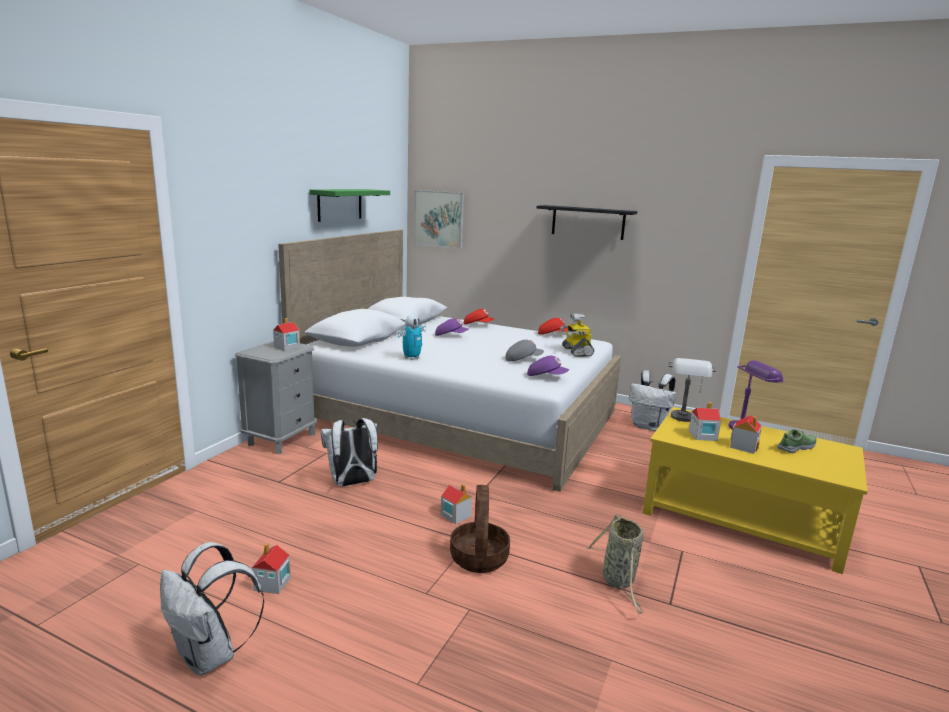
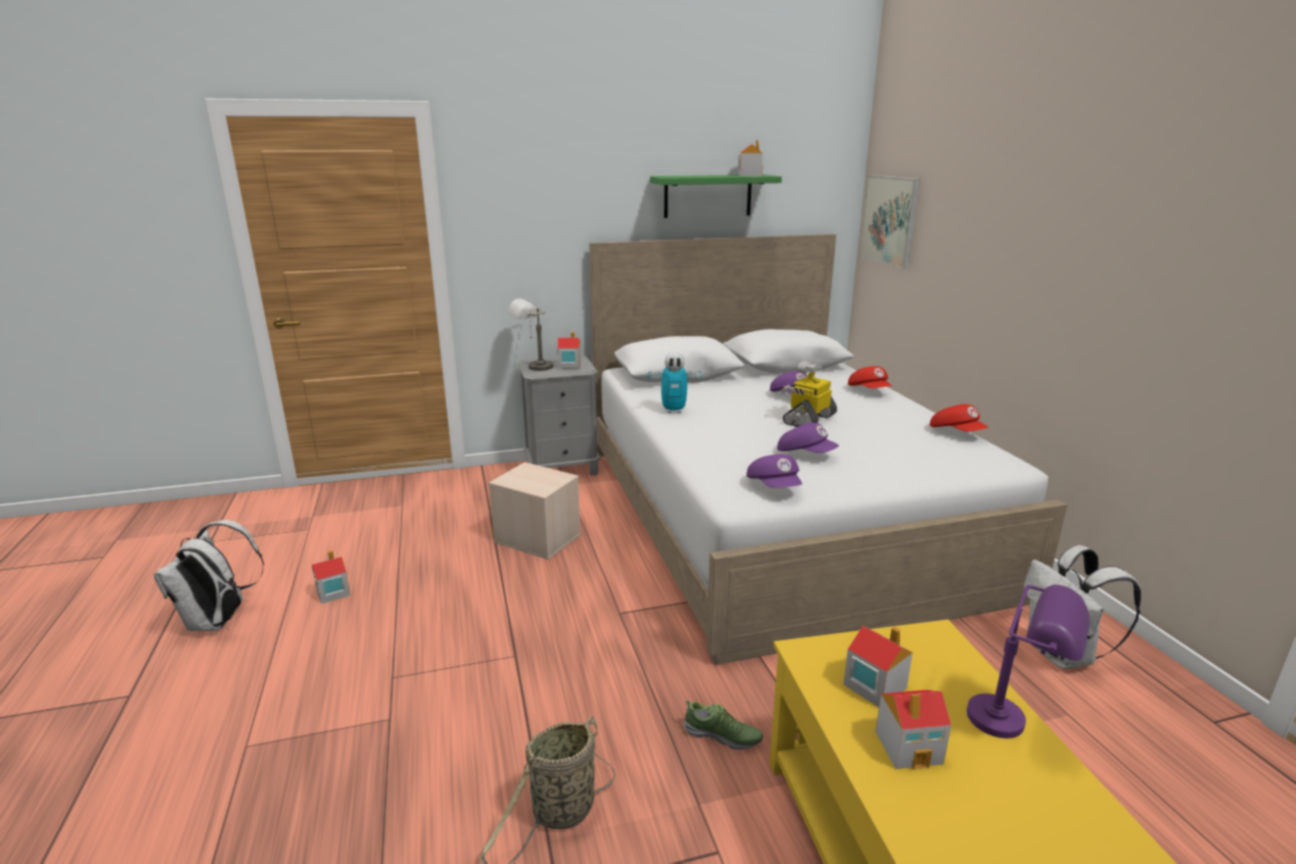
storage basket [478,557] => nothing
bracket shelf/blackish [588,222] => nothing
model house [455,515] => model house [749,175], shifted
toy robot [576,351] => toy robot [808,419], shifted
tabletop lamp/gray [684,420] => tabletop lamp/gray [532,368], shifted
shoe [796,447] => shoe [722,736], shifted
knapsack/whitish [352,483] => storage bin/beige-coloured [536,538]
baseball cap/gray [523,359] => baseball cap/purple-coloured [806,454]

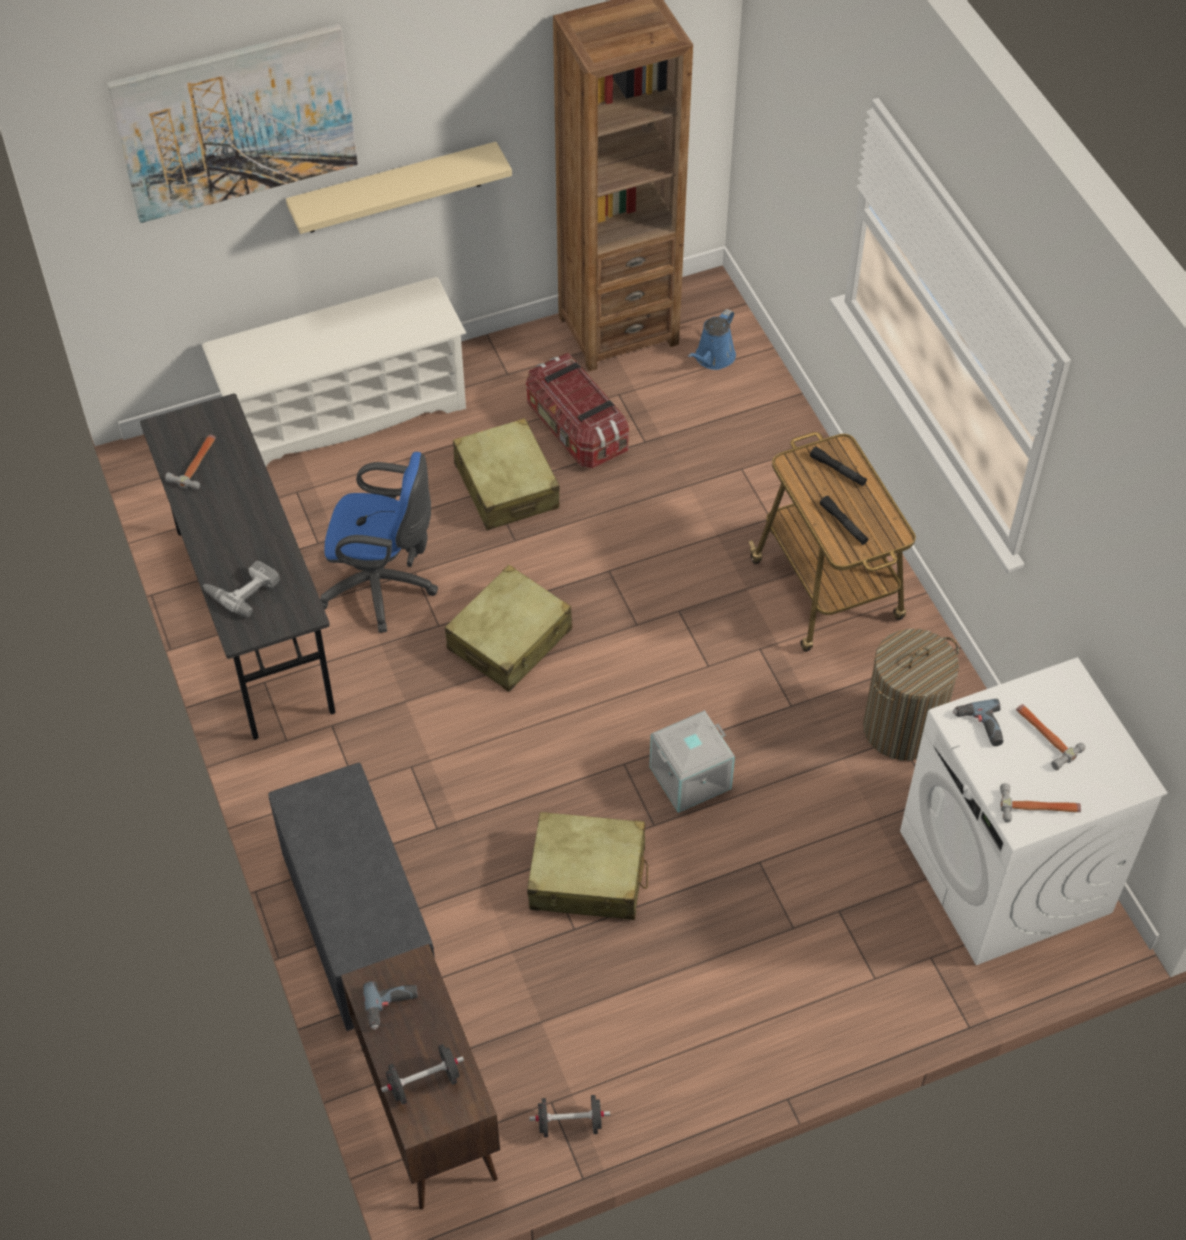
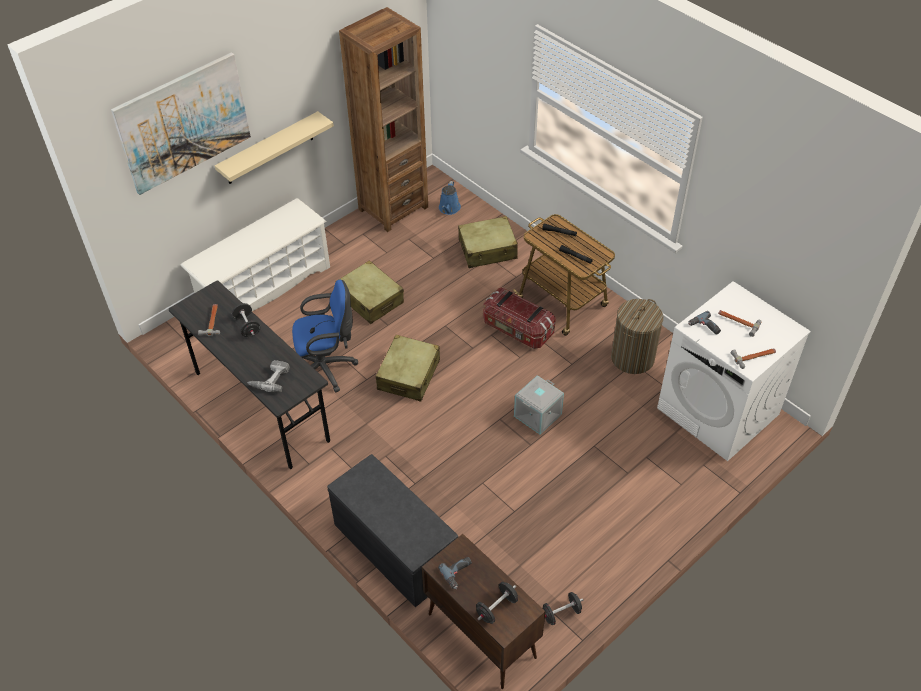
nothing => hand weight/blackish [247,326]
storage bin [576,429] => storage bin [517,329], shifted
piece of luggage/beige-coloured [588,877] => piece of luggage/beige-coloured [488,250], shifted

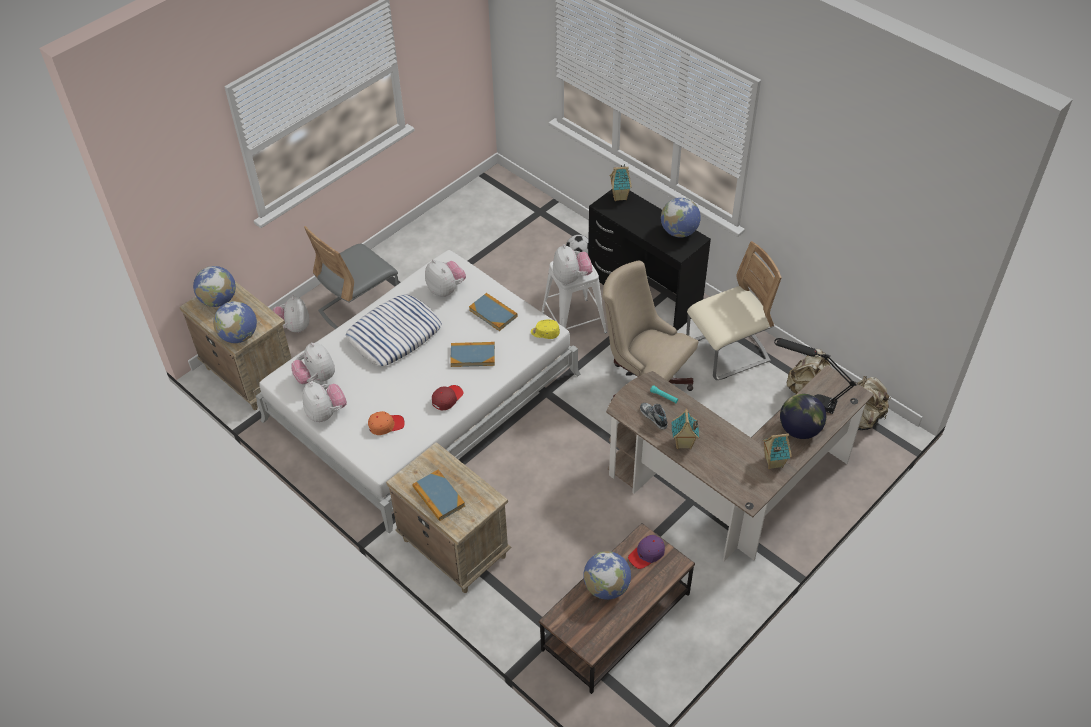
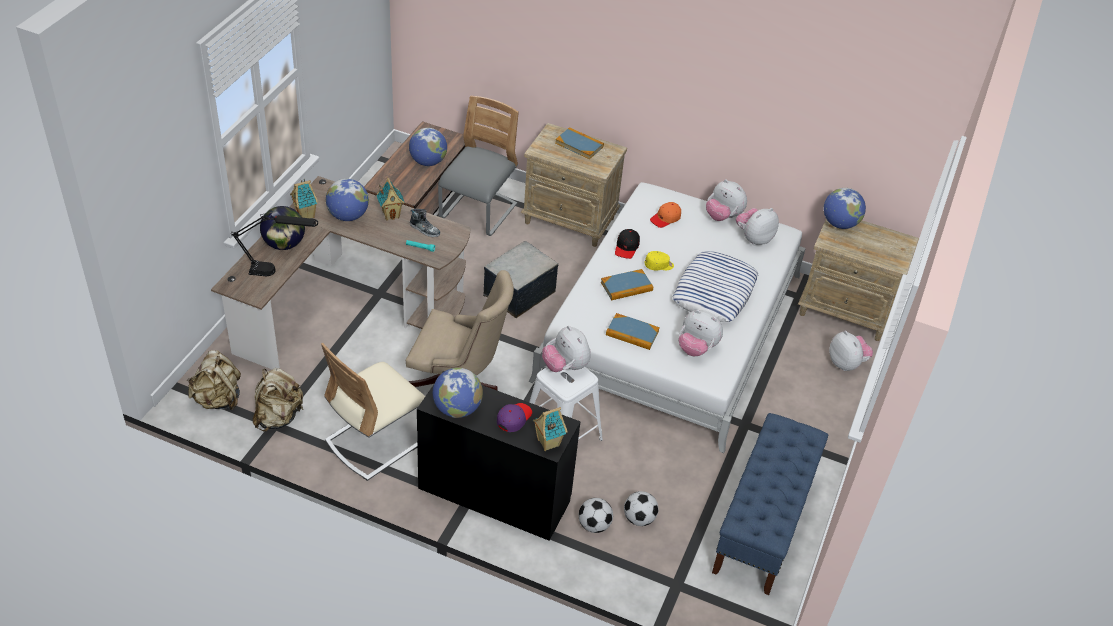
nothing => storage bin [519,293]
nothing => football [639,518]
nothing => long seat/bluish [763,524]
desk globe [219,300] => desk globe [348,216], shifted
upright chair/gray [360,310] => upright chair/gray [478,213], shifted
baseball cap/yellow [545,333] => baseball cap/yellow [659,265], shifted
baseball cap/purple-coloured [647,554] => baseball cap/purple-coloured [514,418], shifted
baseball cap/red-coloured [447,398] => baseball cap/blackish [626,247]
soft toy [316,378] => soft toy [754,238], 75 degrees counterclockwise

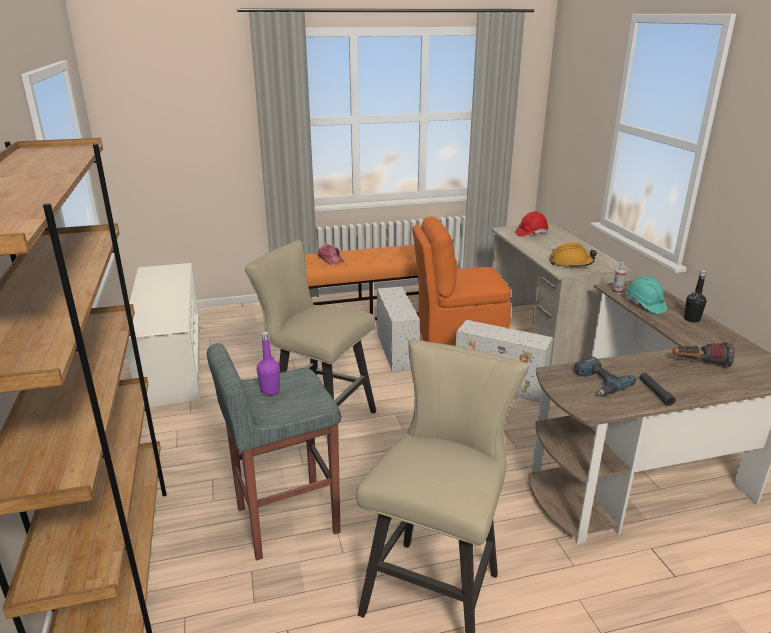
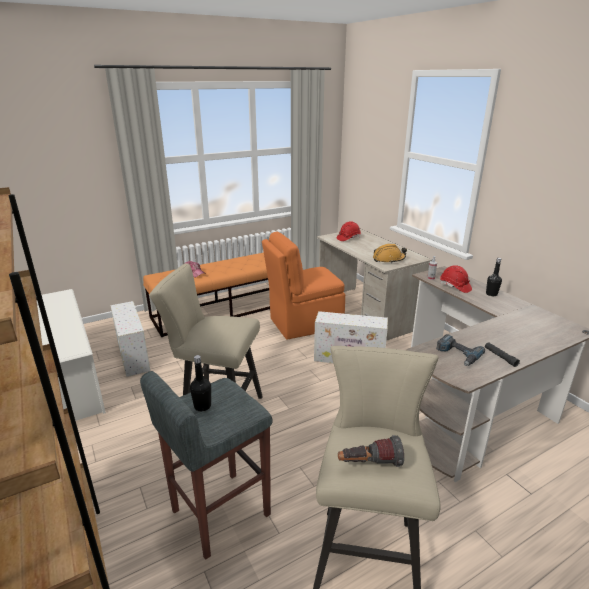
storage bin/whitish [396,349] => storage bin/whitish [133,355], shifted
torch [699,364] => torch [369,464], shifted
drink bottle/purple-coloured [270,391] => drink bottle/blackish [202,406]
work helmet/blue-green [644,305] => work helmet/red-coloured [454,286]

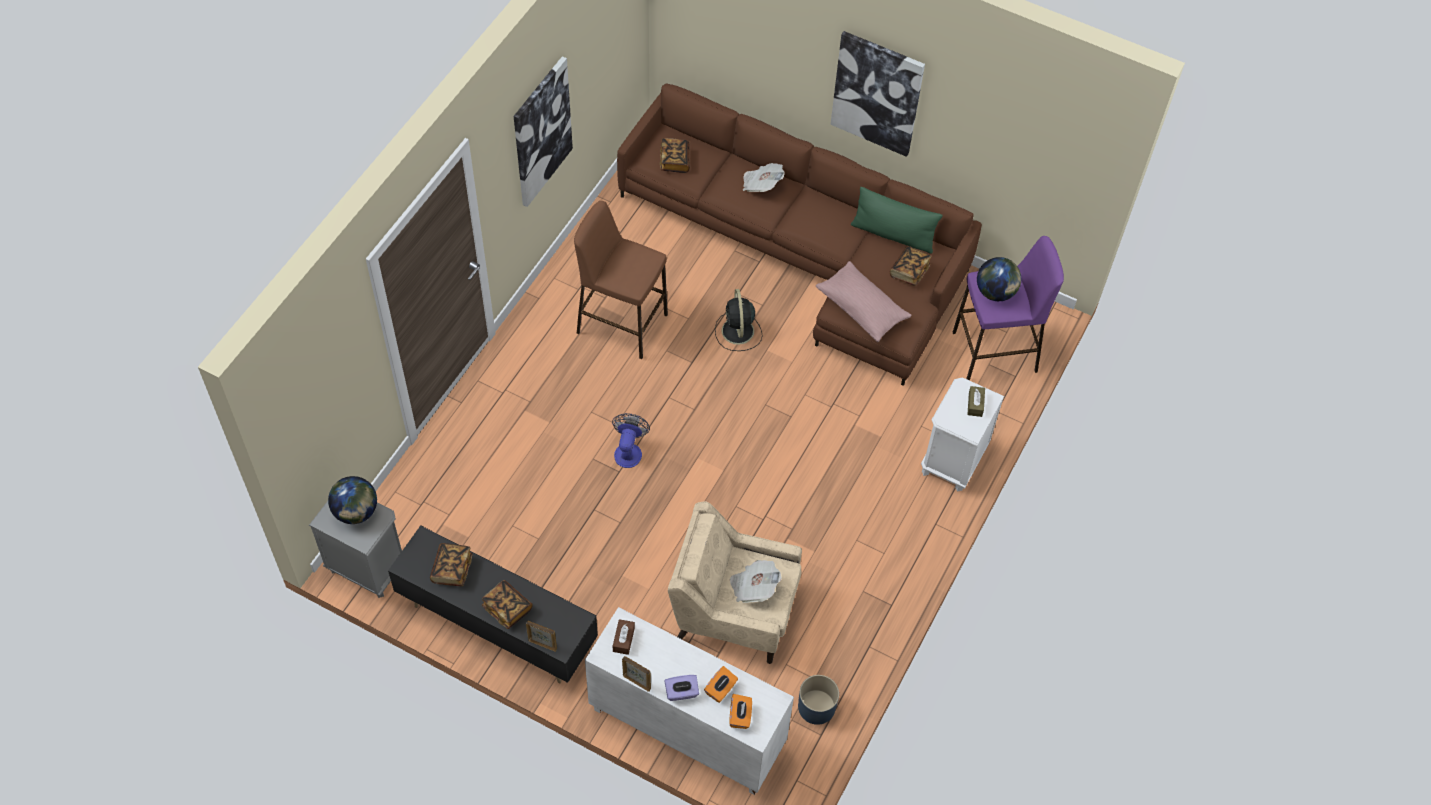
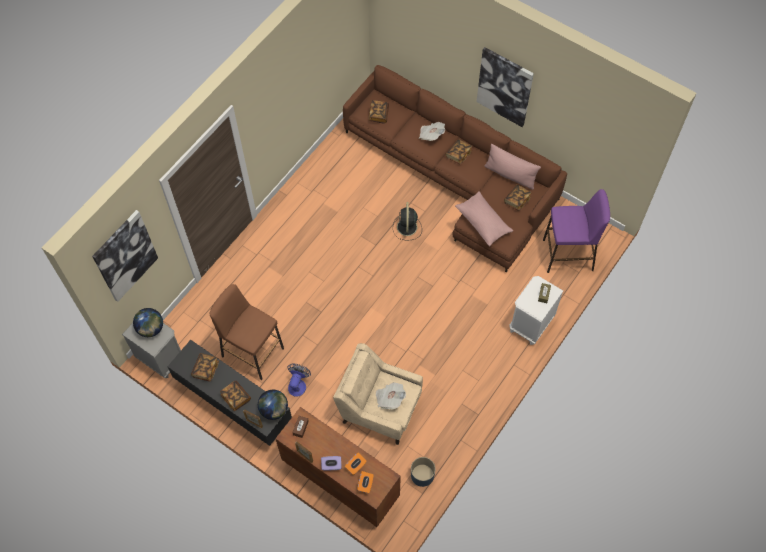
nothing => volume [458,155]
wall picture [541,131] => wall picture [125,256], shifted
stool seat/brownish [621,323] => stool seat/brownish [252,352], shifted
cooling fan [629,450] => cooling fan [298,384], shifted
desk globe [995,292] => desk globe [274,410], shifted
cupboard/whitish [685,729] => cupboard/brownish [339,481]
pillow/green-coloured [893,235] => pillow/pink-coloured [510,175]

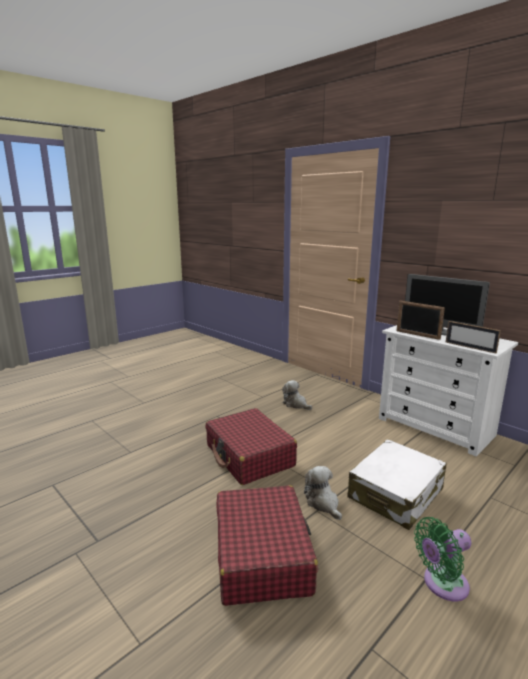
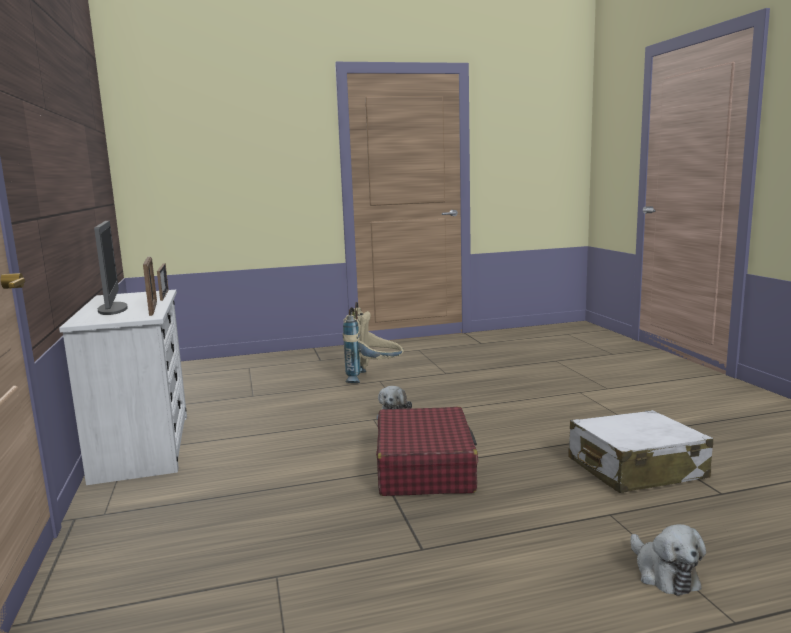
piece of luggage/red-coloured [262,554] => nothing
soft toy [296,404] => soft toy [663,573], shifted
piece of luggage/whitish [396,494] => piece of luggage/whitish [635,469], shifted
cooling fan/green-coloured [442,584] => knapsack/beige-coloured [374,378]

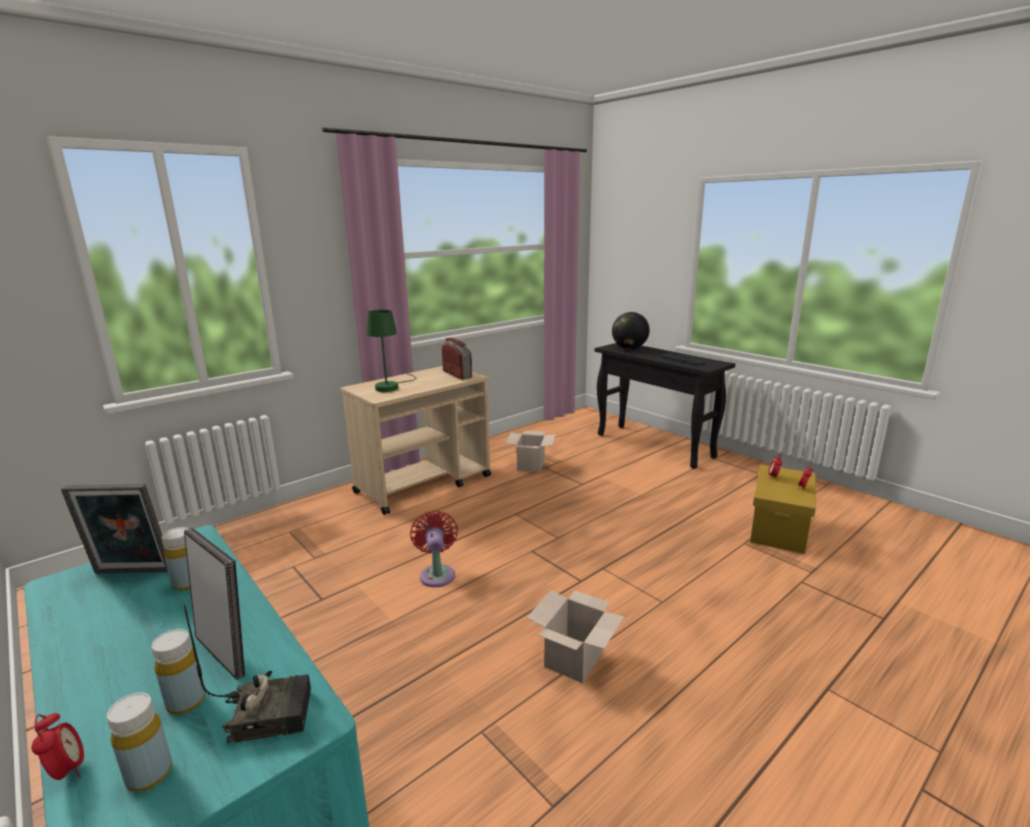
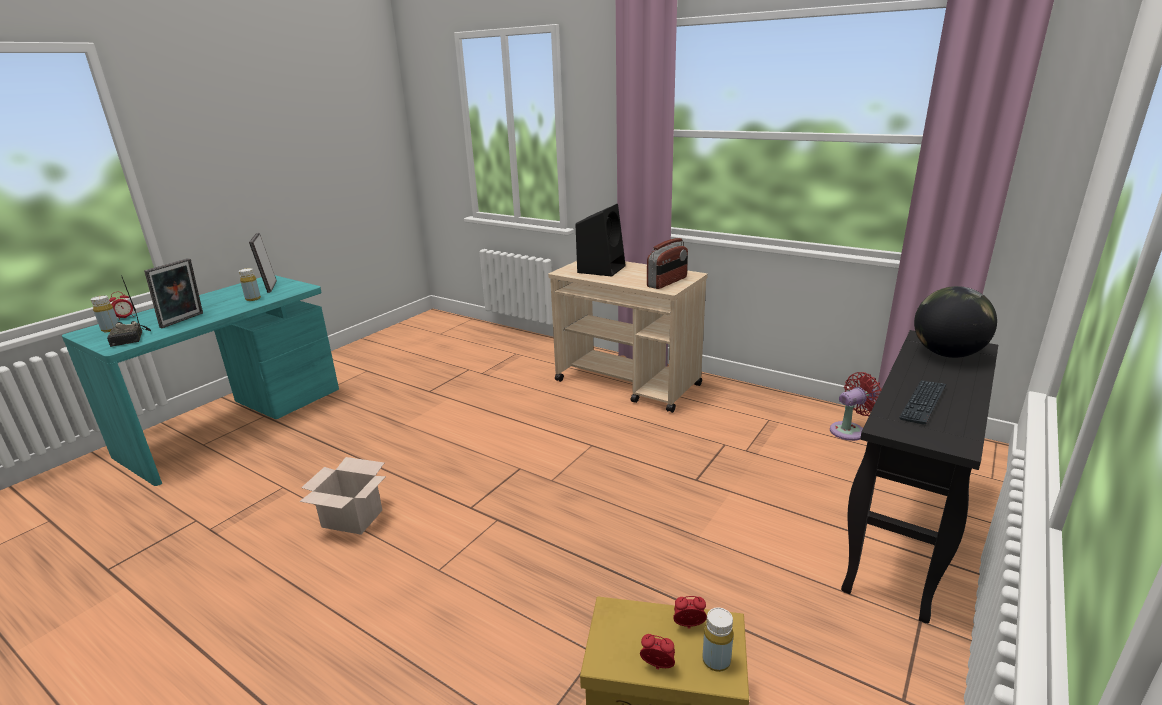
carton [530,464] => nothing
drink bottle/yellow [186,701] => drink bottle/yellow [716,661], shifted
cooling fan/red-coloured [437,574] => cooling fan/red-coloured [850,430], shifted
tabletop lamp/green-coloured [391,386] => speaker/blackish [601,269]

